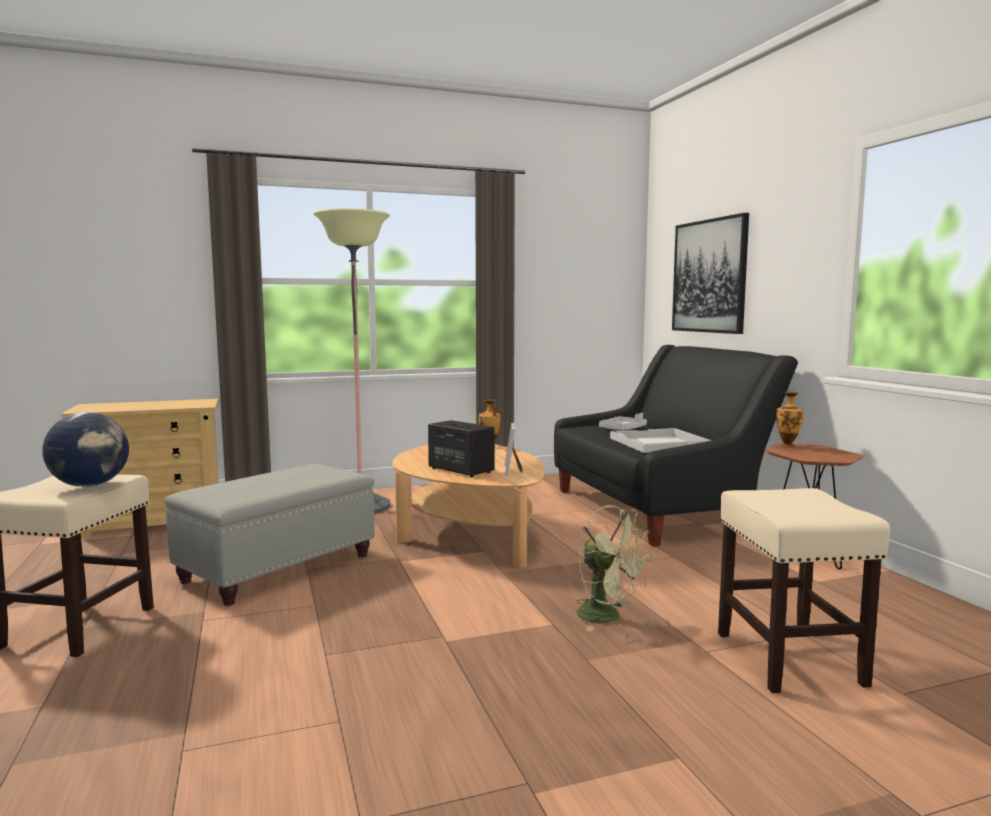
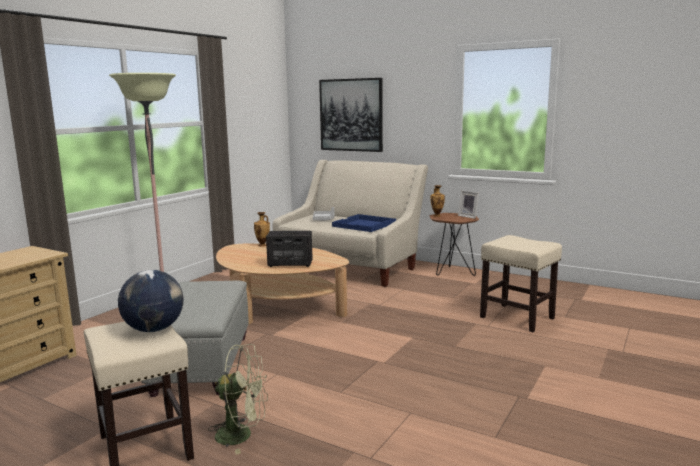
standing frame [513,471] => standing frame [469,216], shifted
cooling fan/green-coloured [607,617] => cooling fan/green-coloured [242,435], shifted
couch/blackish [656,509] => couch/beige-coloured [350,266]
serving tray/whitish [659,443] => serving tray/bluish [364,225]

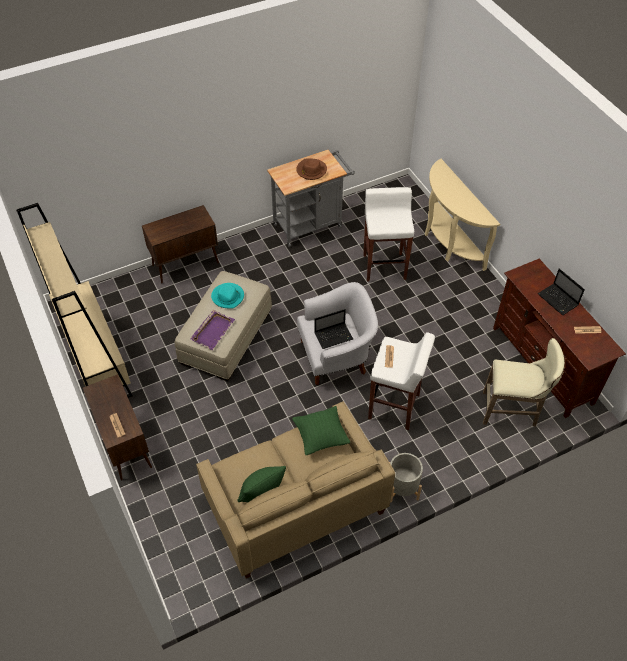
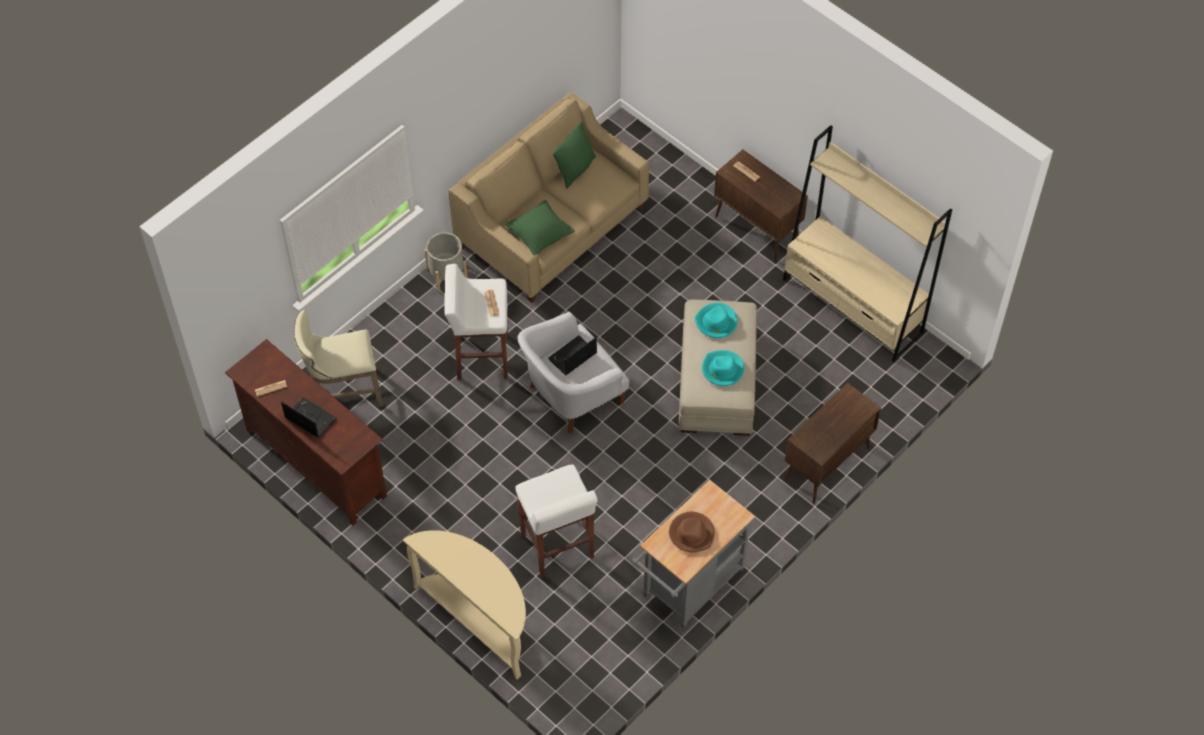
serving tray/purple-coloured [213,330] => clothing hat/blue-green [716,322]

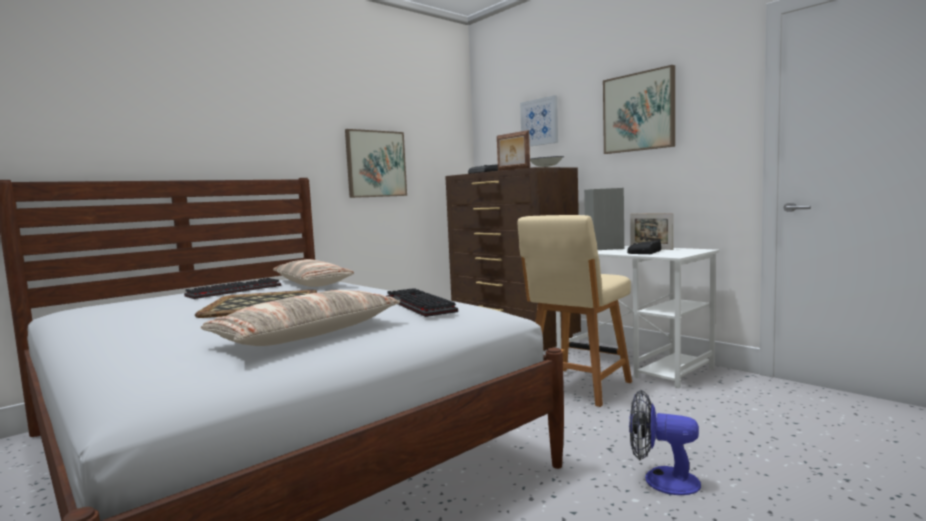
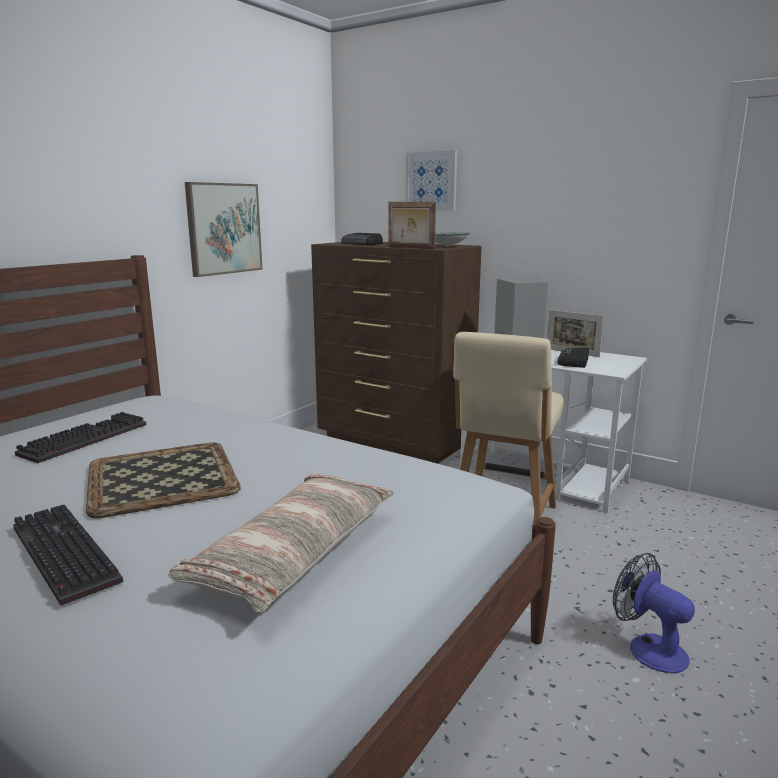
pillow [312,284] => nothing
wall picture [639,112] => nothing
keyboard [416,305] => keyboard [59,554], shifted
cooling fan [661,480] => cooling fan [648,648], 45 degrees clockwise

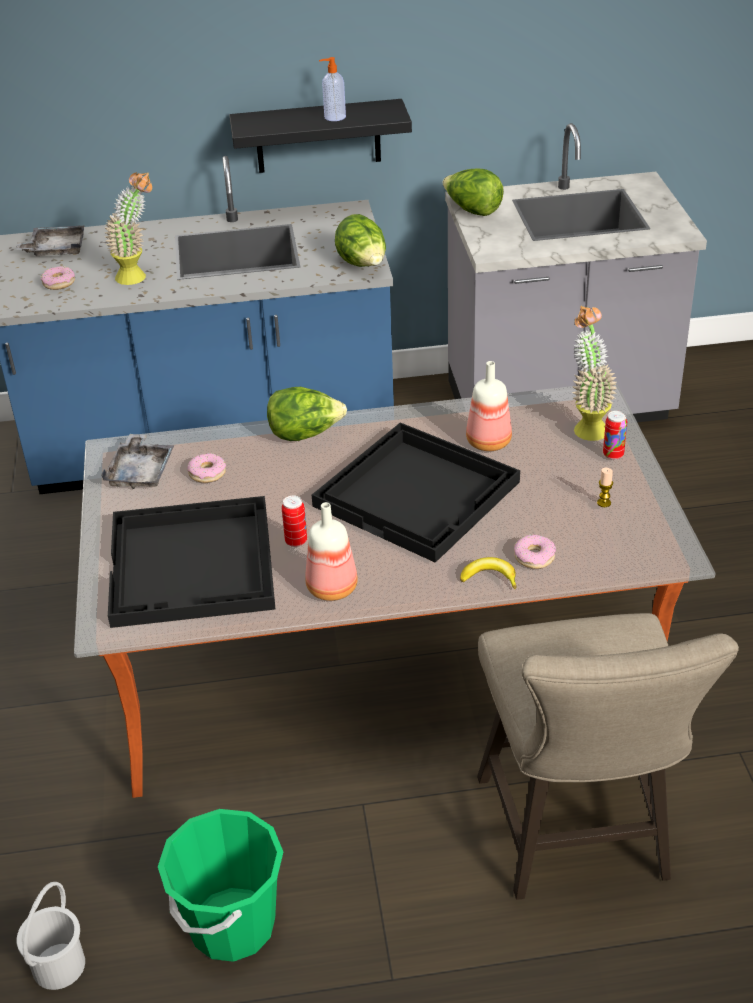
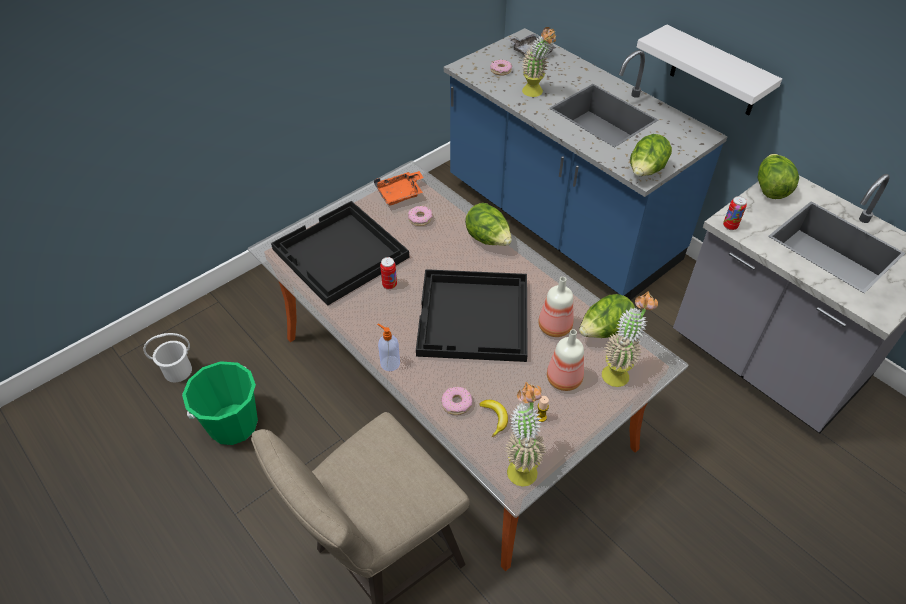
nothing => plant in a pot [521,465]
nothing => lettuce head [604,331]
drink bottle [333,588] => drink bottle [564,380], shifted
soap dispenser [334,117] => soap dispenser [389,363], shifted
banana fruit [490,577] => banana fruit [494,418], shifted
metal can [613,455] => metal can [730,226], shifted
serving tray/gray [141,472] => serving tray/orange-coloured [400,194]
bracket shelf/blackish [318,136] => bracket shelf/whitish [715,72]

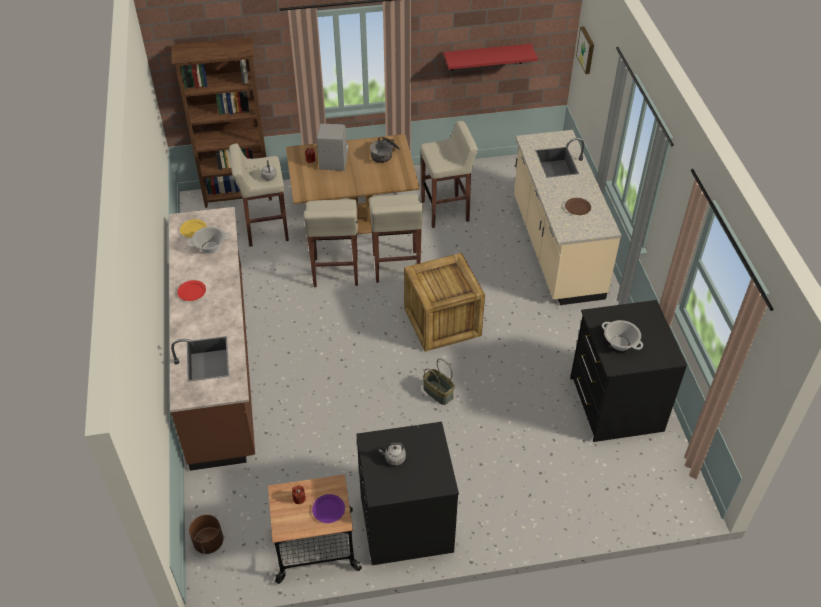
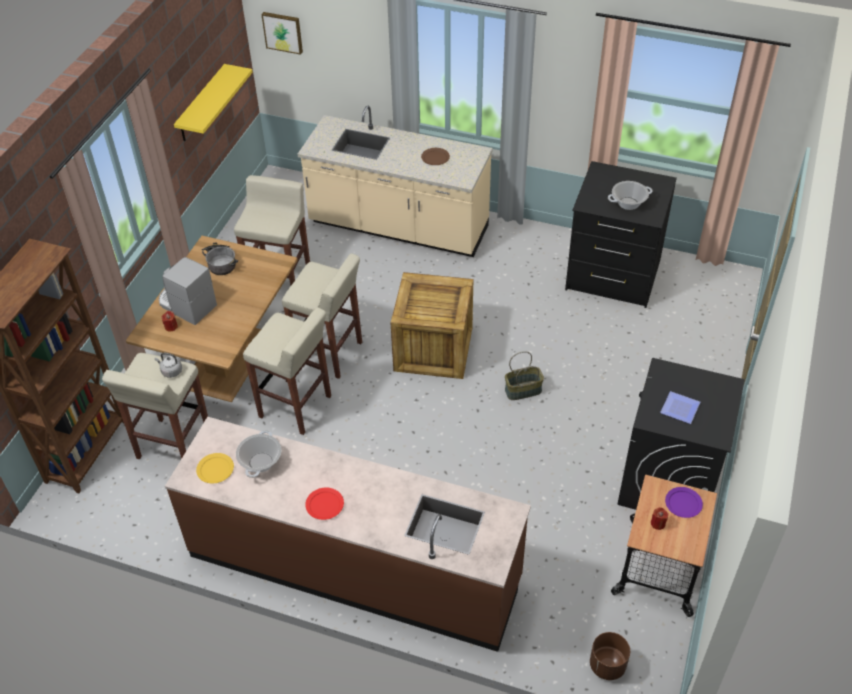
water kettle/gray [394,458] => flat dish [680,410]
bracket shelf/red-coloured [486,57] => bracket shelf/yellow [202,104]

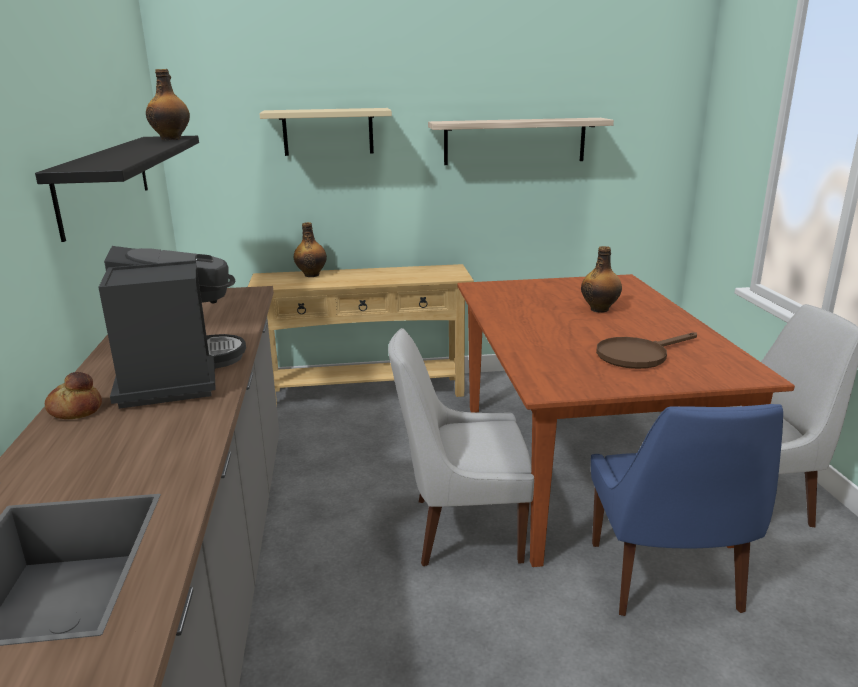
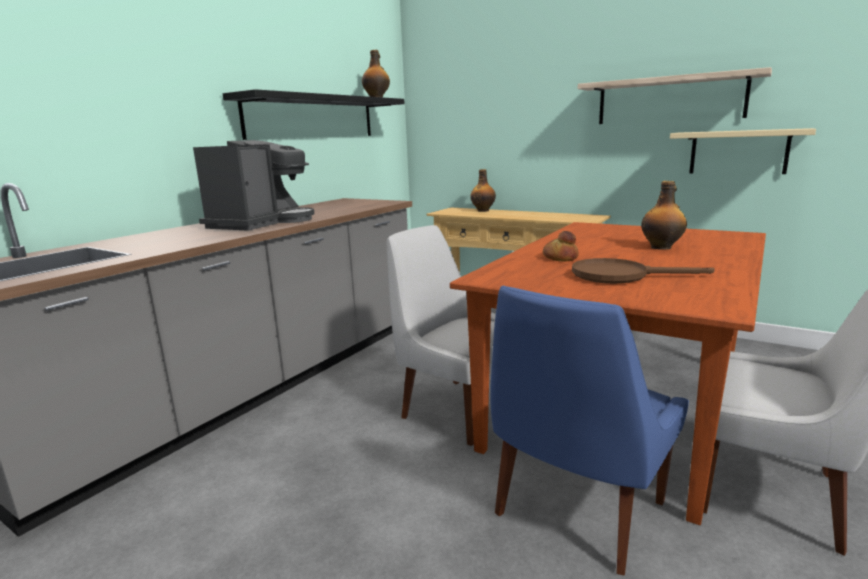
baked bread [76,410] => baked bread [560,258], shifted
bracket shelf/beige-coloured [328,132] => bracket shelf/beige-coloured [738,152], shifted

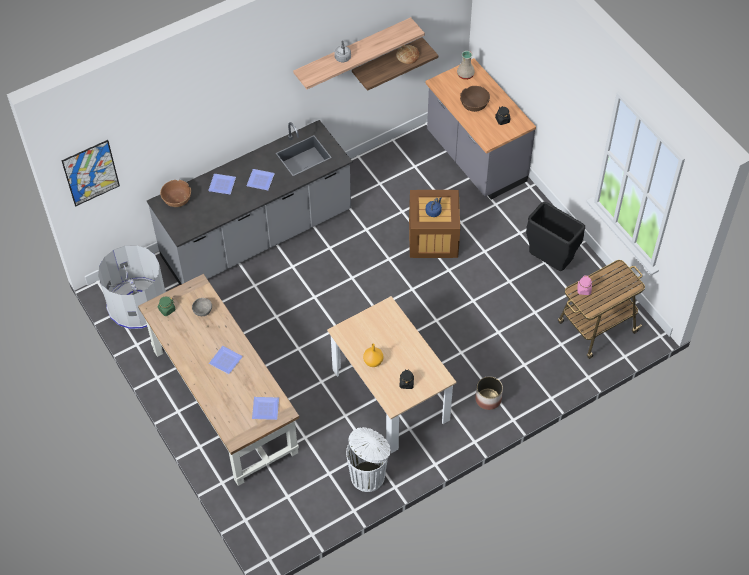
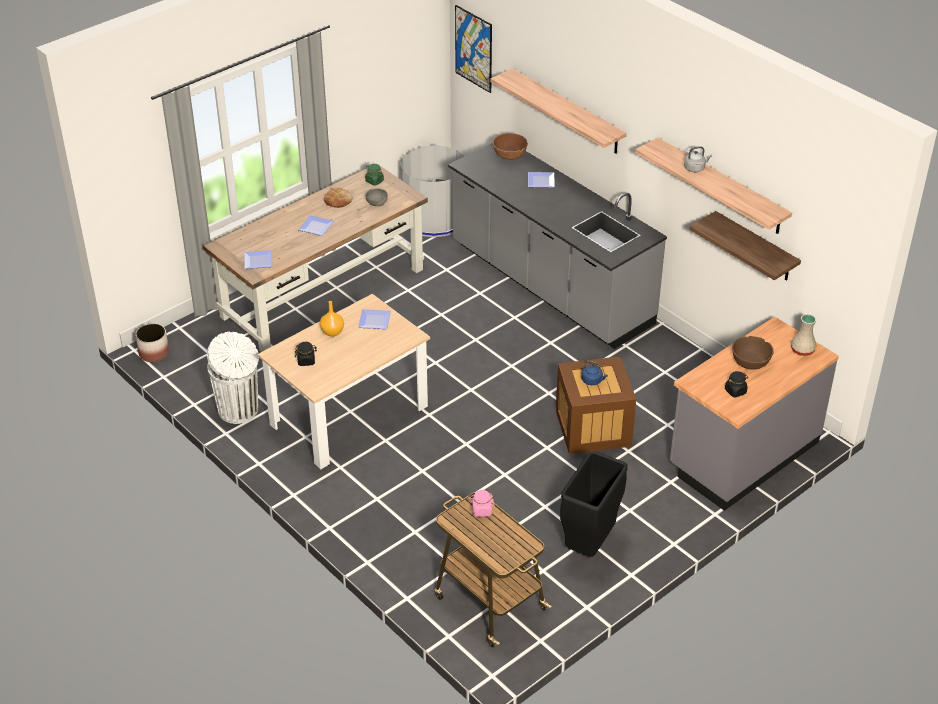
nothing => bracket shelf [567,112]
flat dish [259,181] => flat dish [373,320], shifted
baked bread [407,56] => baked bread [338,200], shifted
flower pot [488,399] => flower pot [154,353], shifted

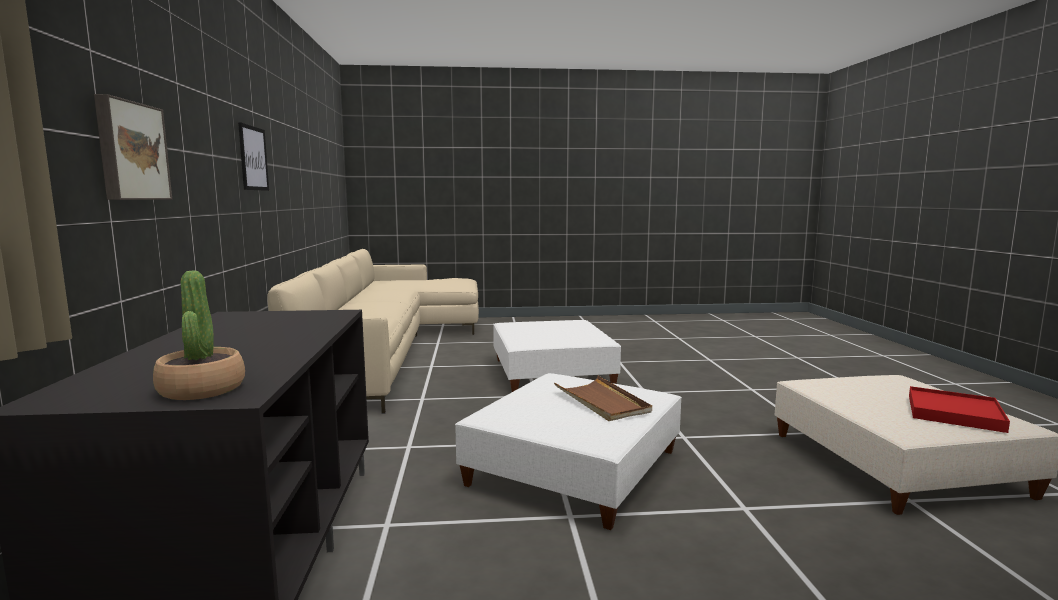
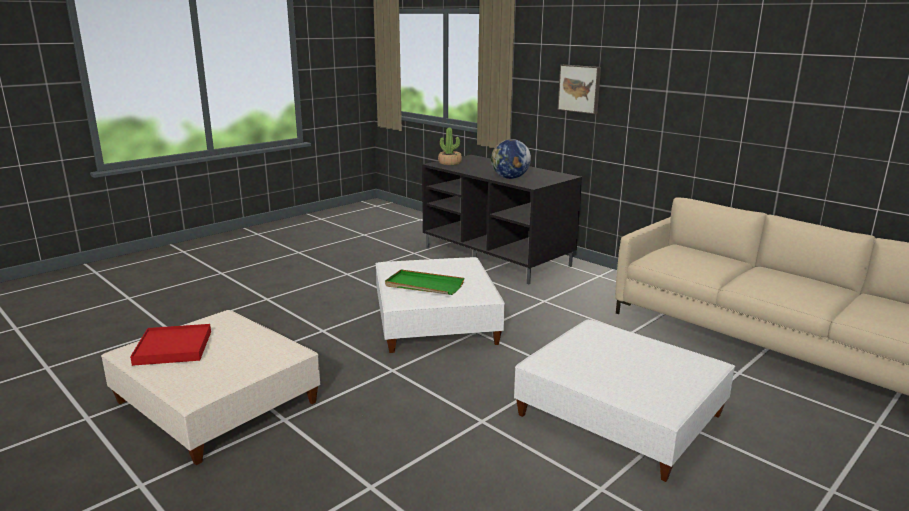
wall picture [253,158] => nothing
nothing => desk globe [510,178]
serving tray/brownish [602,402] => serving tray/green-coloured [424,285]

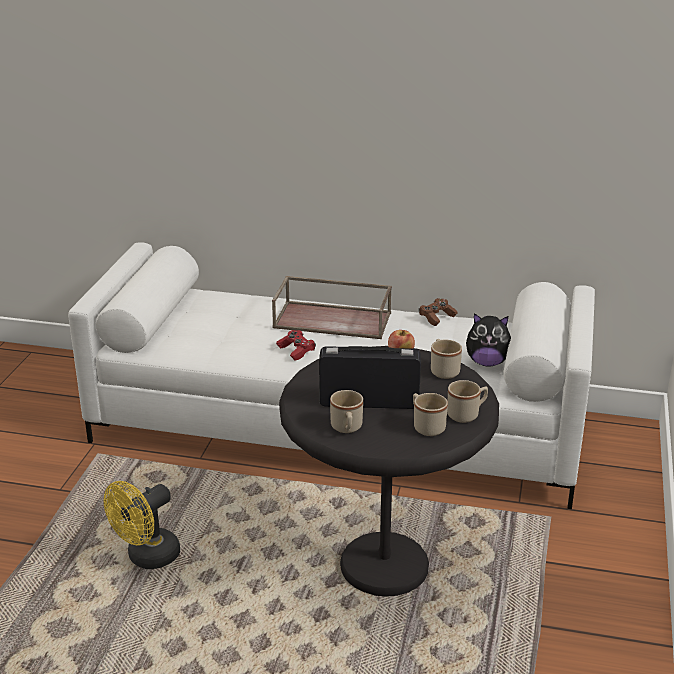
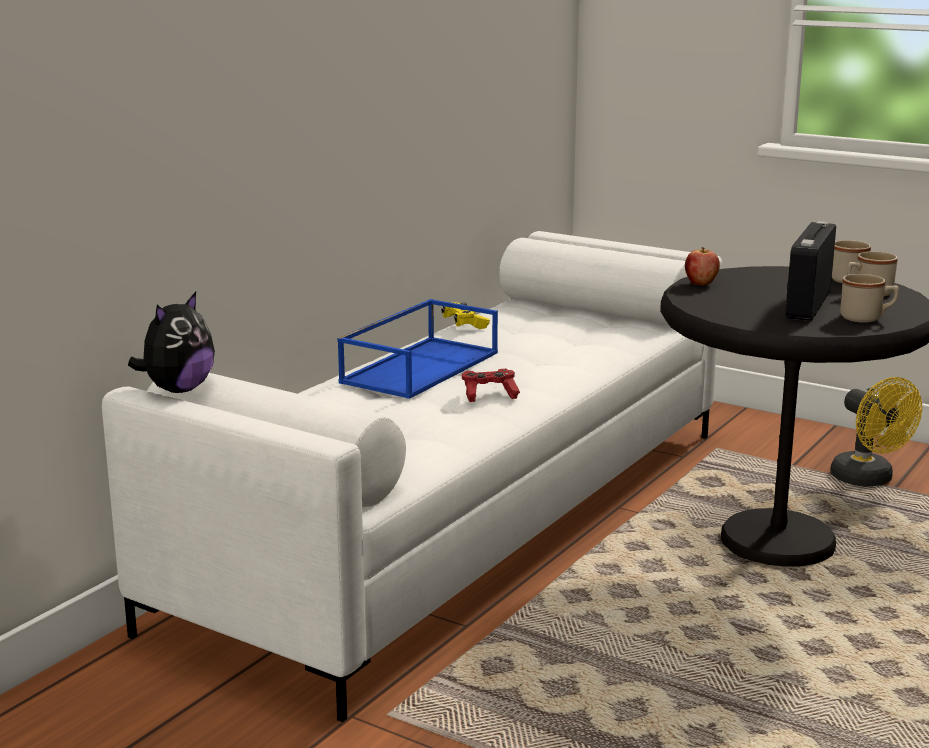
mug/beige-coloured [443,370] => nothing
cooling fan/yellow [147,558] => cooling fan/yellow [869,480], shifted
soft toy [487,362] => soft toy [178,389], shifted
serving tray/brownish [334,320] => serving tray/bluish [420,366]
gamepad/brownish [437,317] => gamepad/yellow [465,324]

